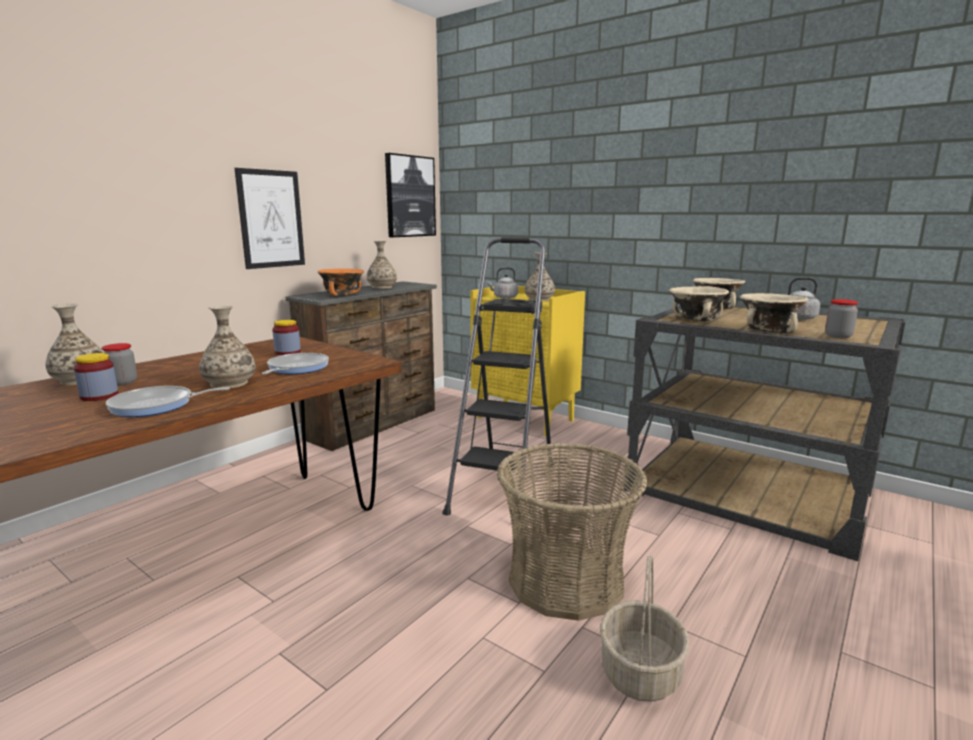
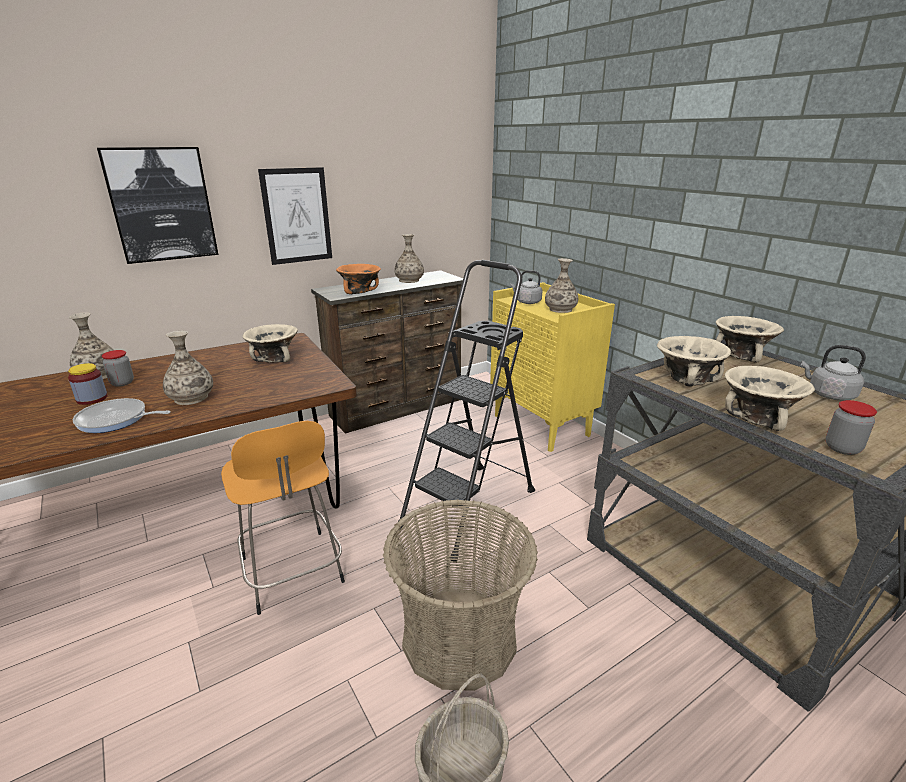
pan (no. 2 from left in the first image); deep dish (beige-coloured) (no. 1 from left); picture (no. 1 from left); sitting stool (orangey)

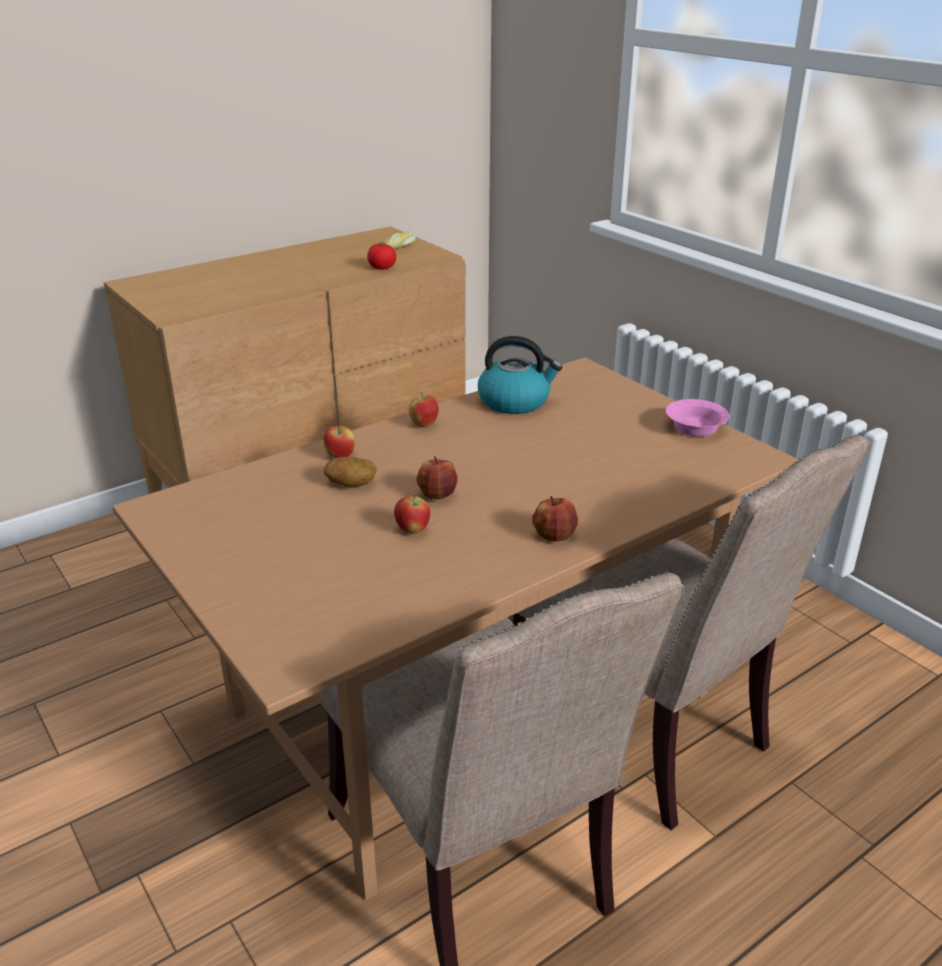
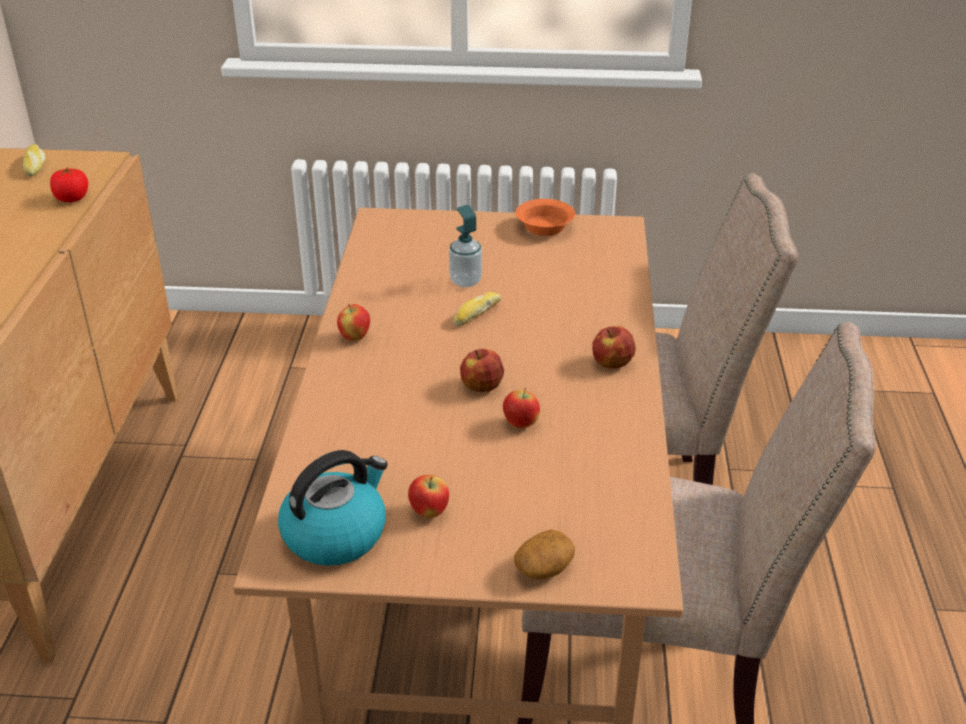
whole apple (no. 2 from left); potato; water kettle; deep dish (orangey); liquid soap bottle; bakery bread (no. 2 from left)

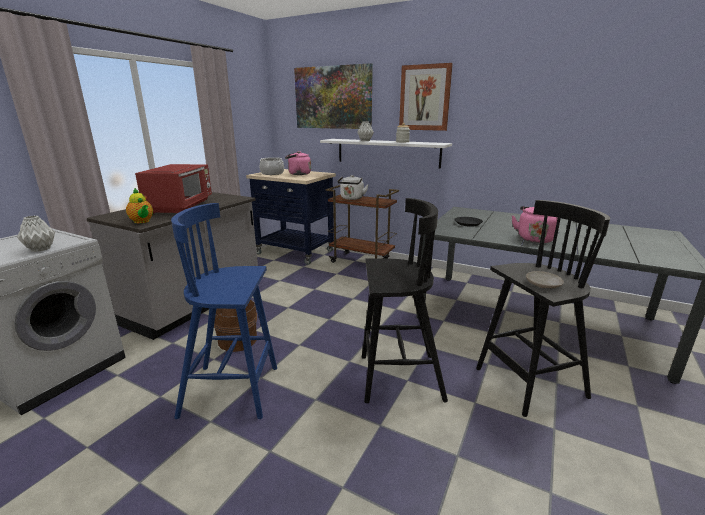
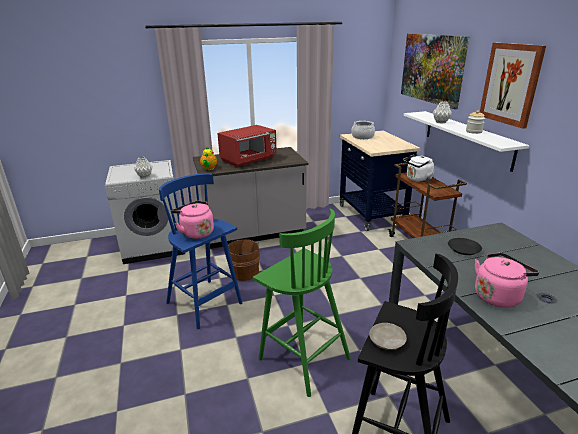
water kettle (pinkish) (no. 1 from left); sitting stool (greenish)

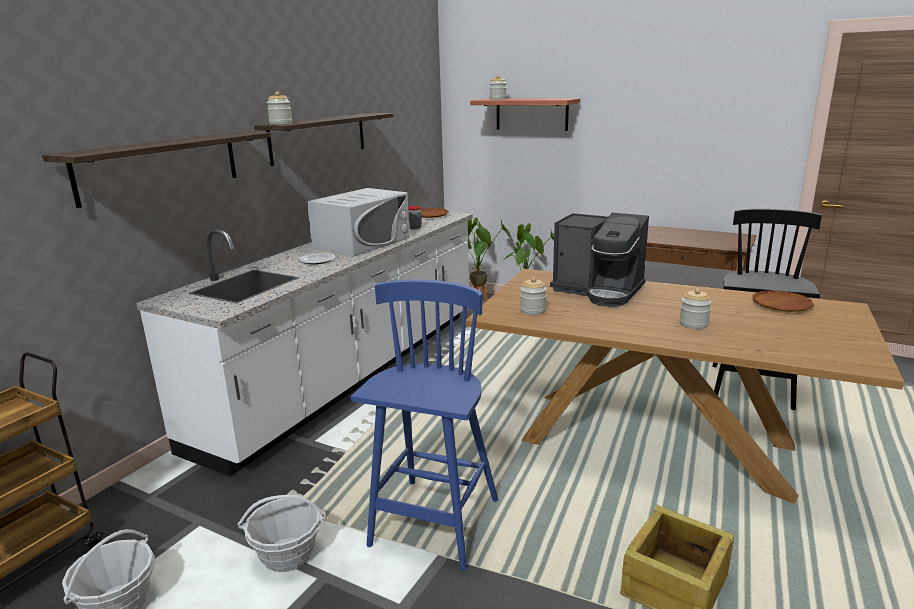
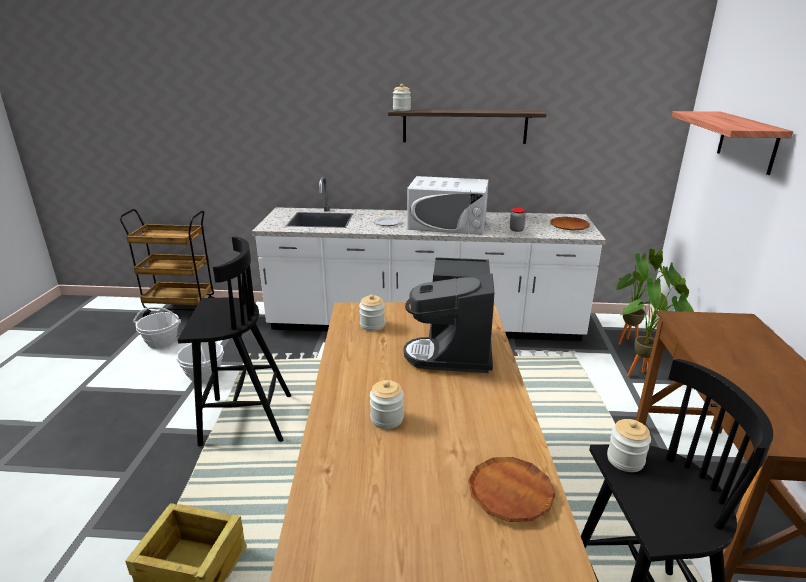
bracket shelf (no. 1 from left in the first image); sitting stool (black) (no. 1 from left); storage jar (no. 5 from left)

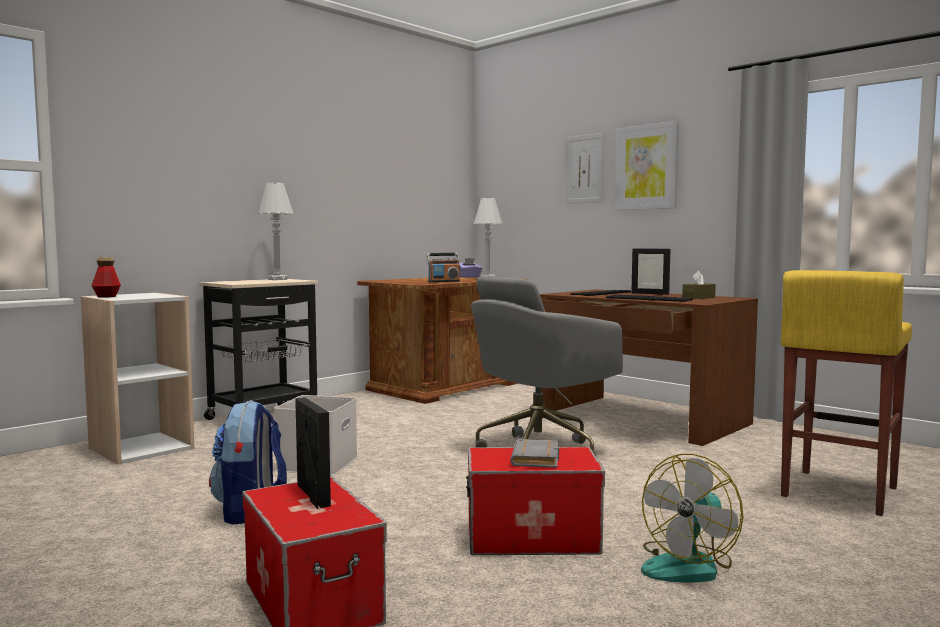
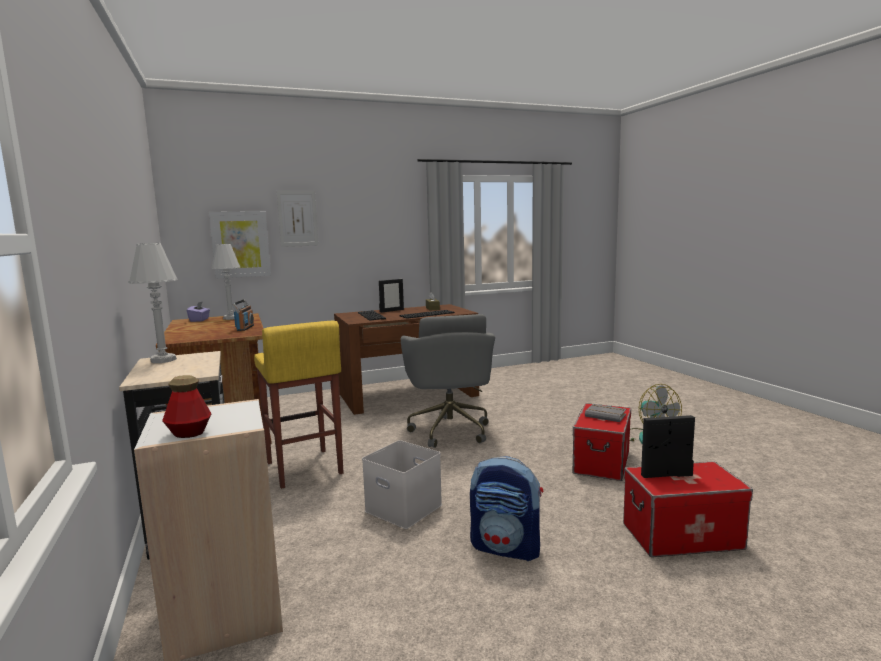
picture (no. 1 from left); sitting stool (yellow)

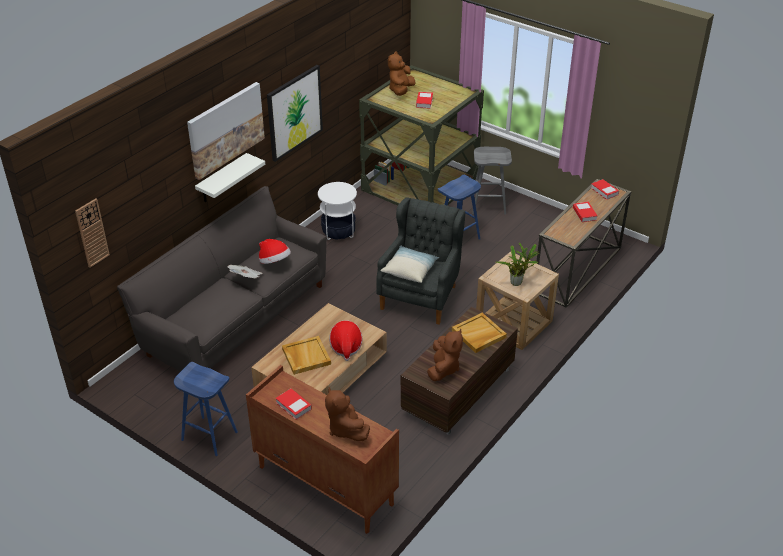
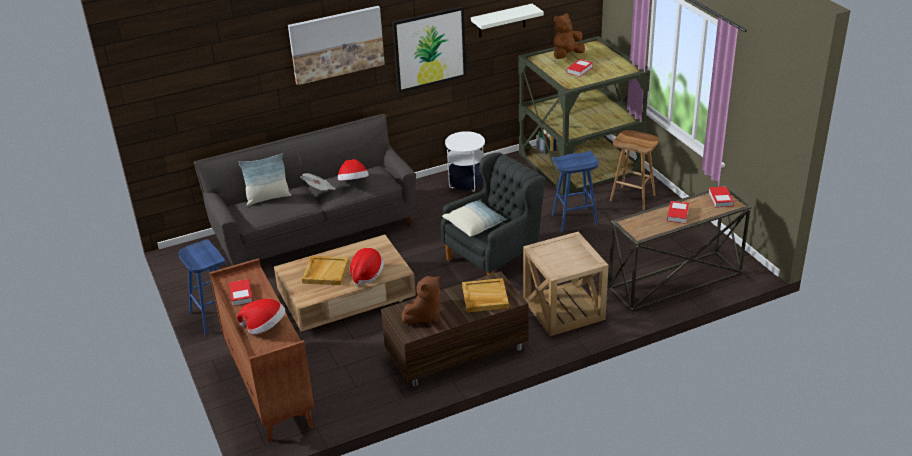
clock on the wall; bracket shelf (white); clothing hat (no. 1 from left); sitting stool (brownish); houseplant; pillow (no. 1 from left)

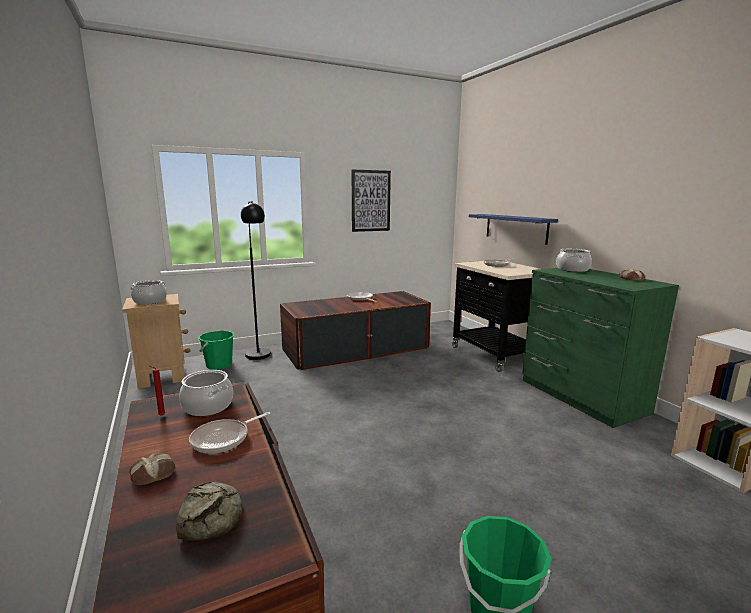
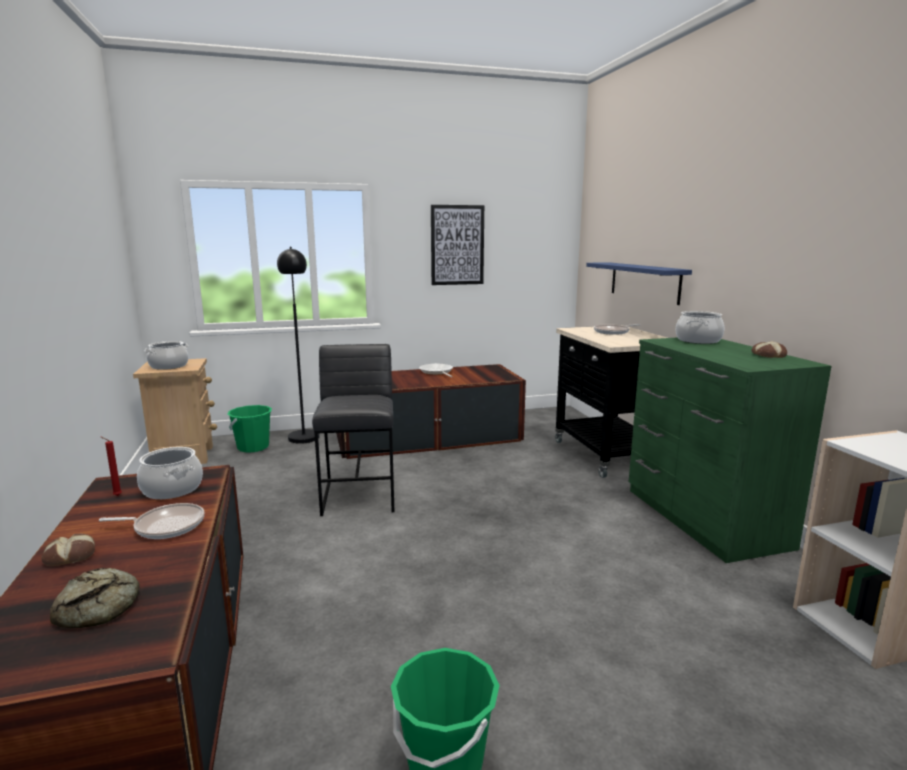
pan (no. 1 from left); sitting stool (gray)

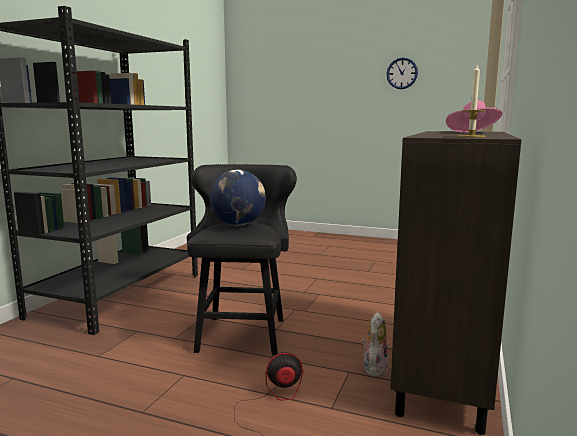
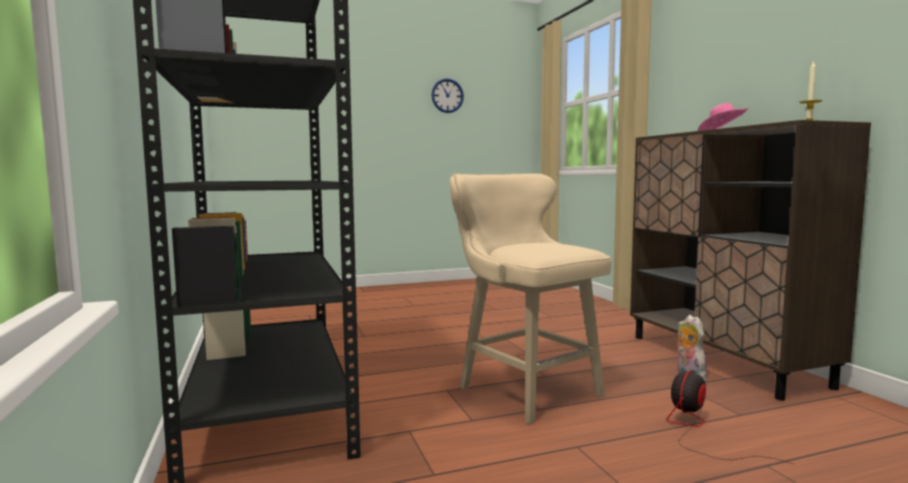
sitting stool (beige-coloured); desk globe

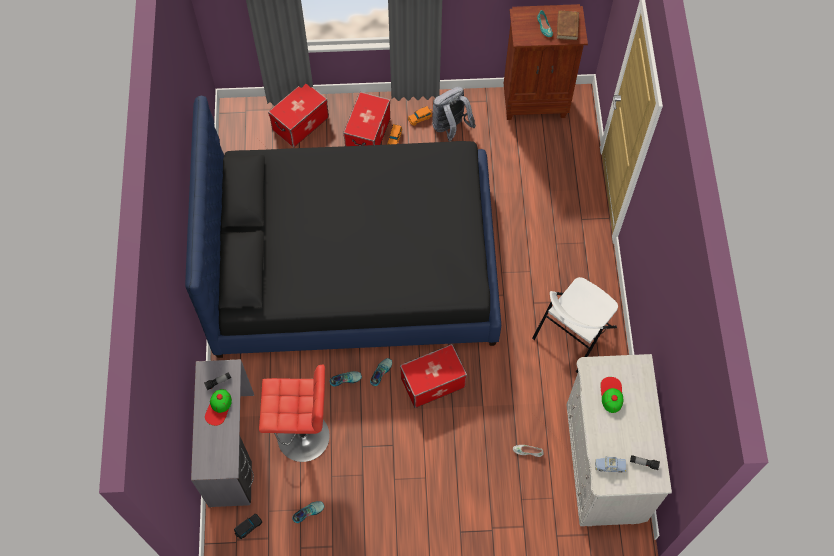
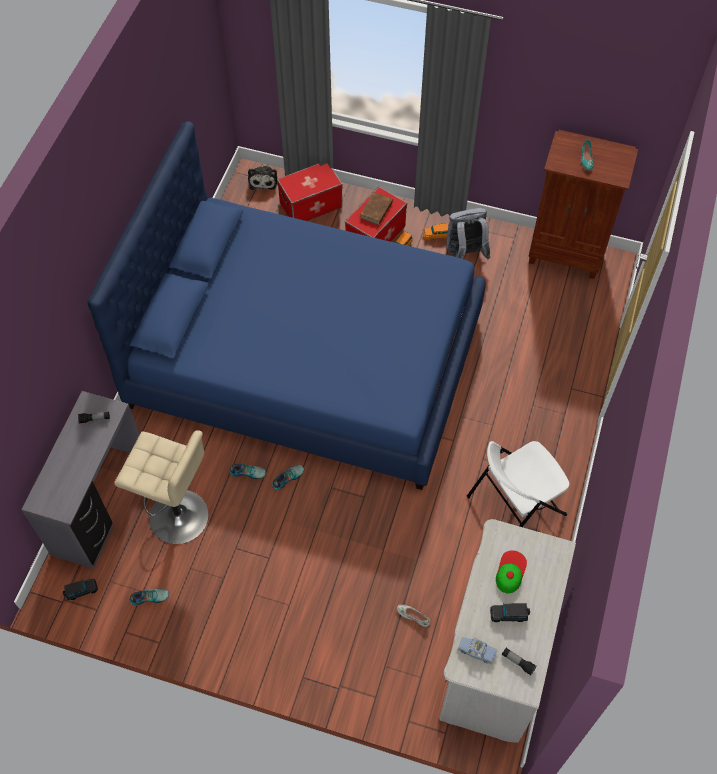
bed (blue-coloured); baseball cap (no. 1 from left in the first image); sitting stool (beige-coloured); storage container (no. 3 from left in the first image); bound book (brownish); cuddly toy; model car (black) (no. 2 from left)

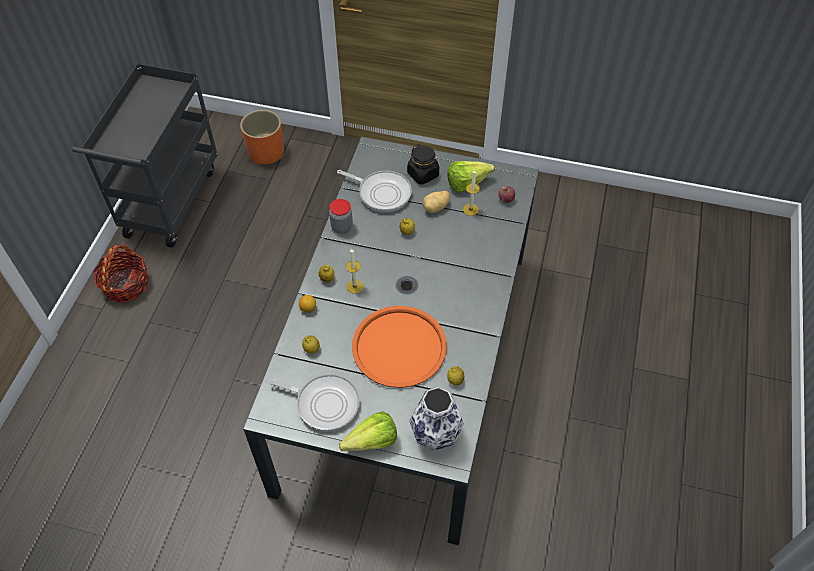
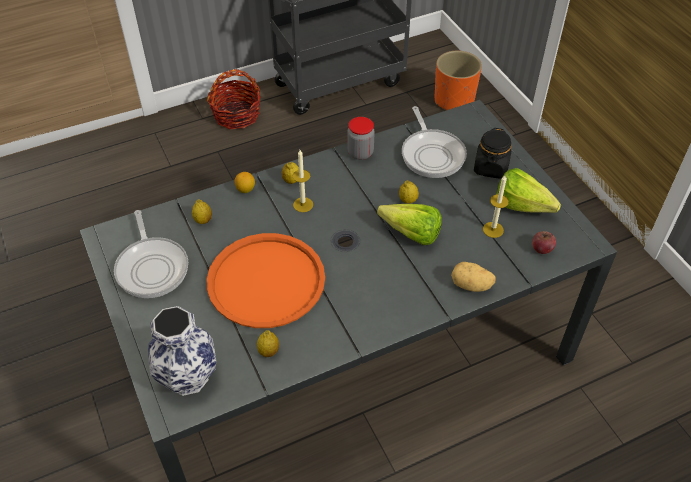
lettuce (no. 1 from left); potato

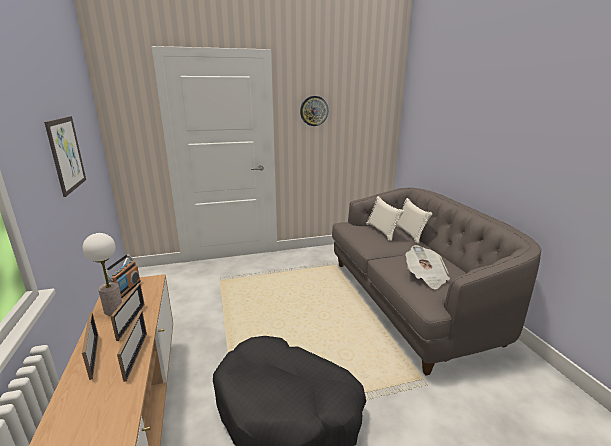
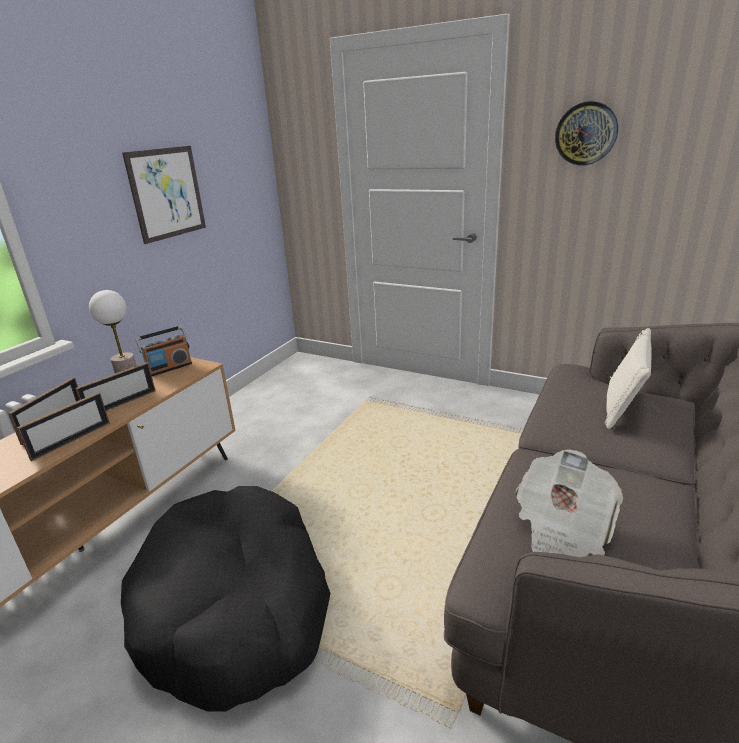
pillow (white) (no. 2 from left in the first image)

